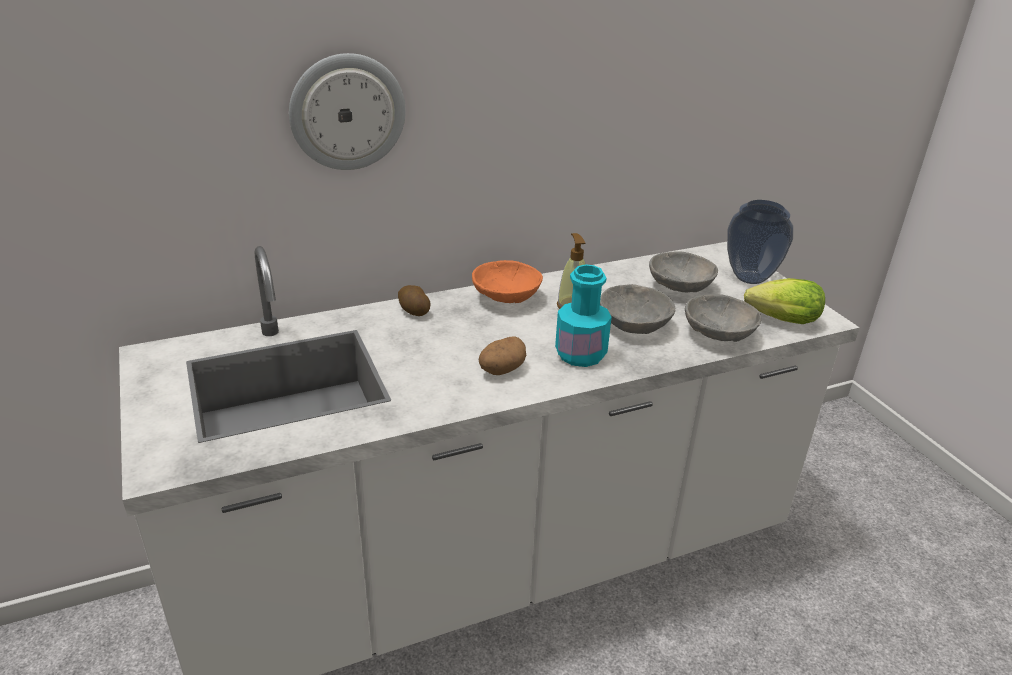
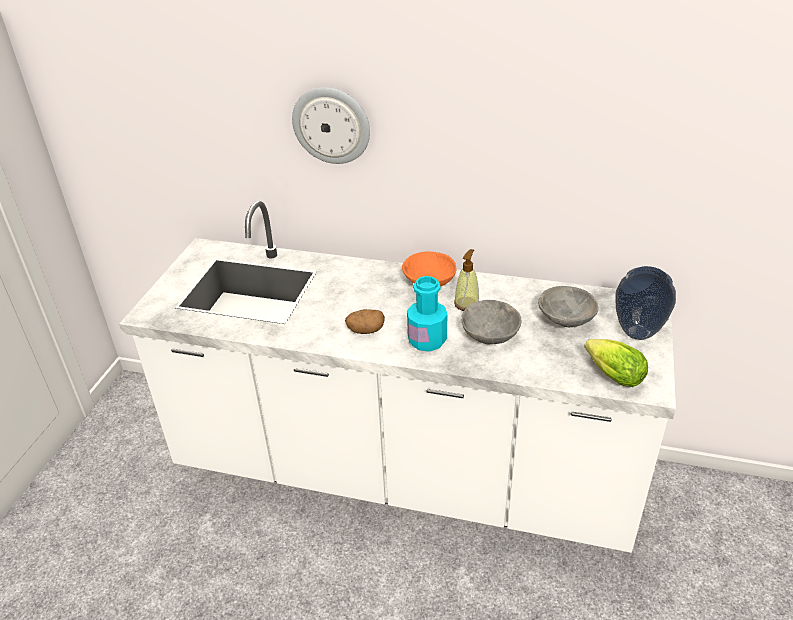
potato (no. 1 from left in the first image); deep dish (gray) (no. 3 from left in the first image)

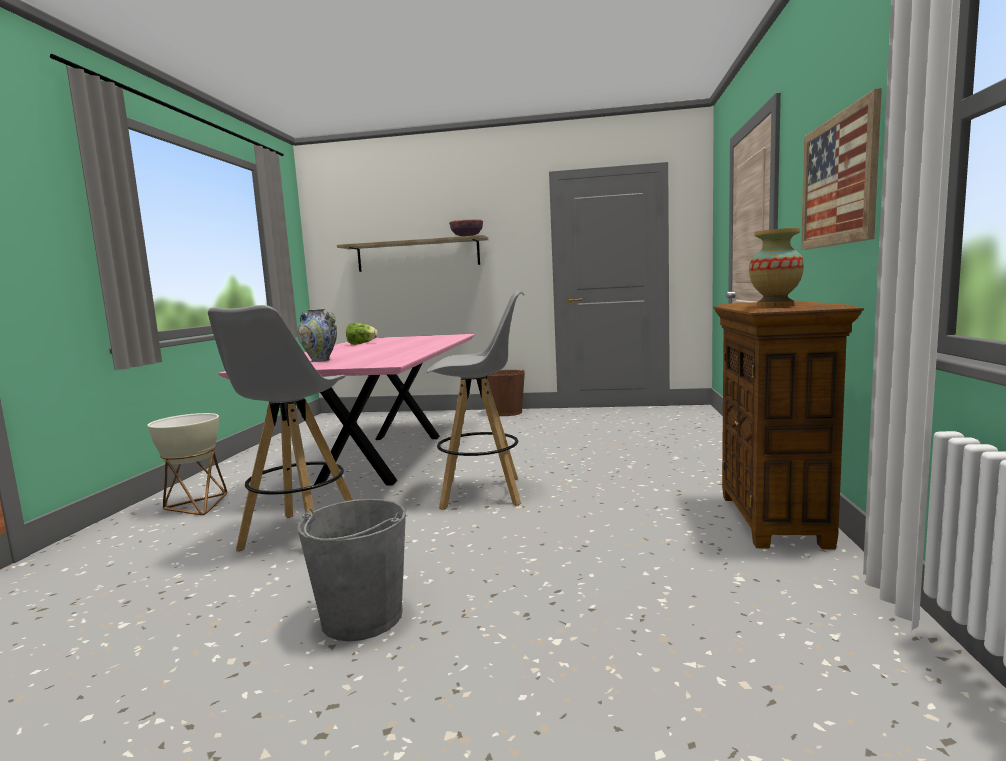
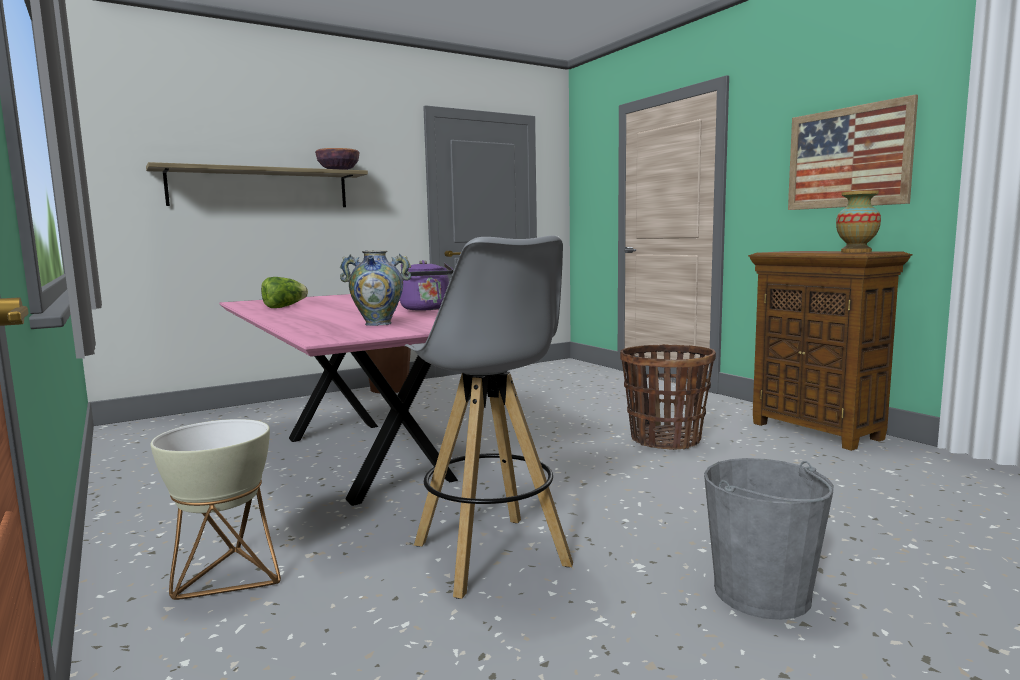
sitting stool (gray) (no. 2 from left in the first image); water kettle (purple); storage basket

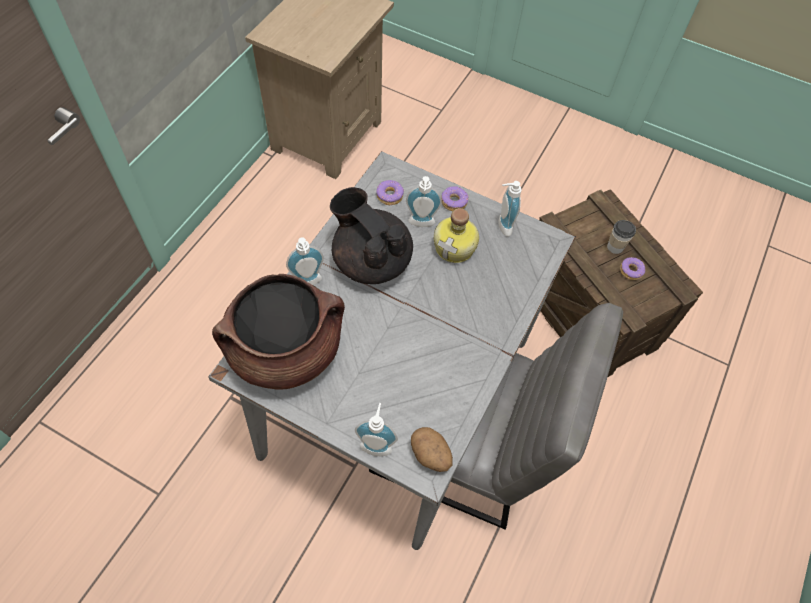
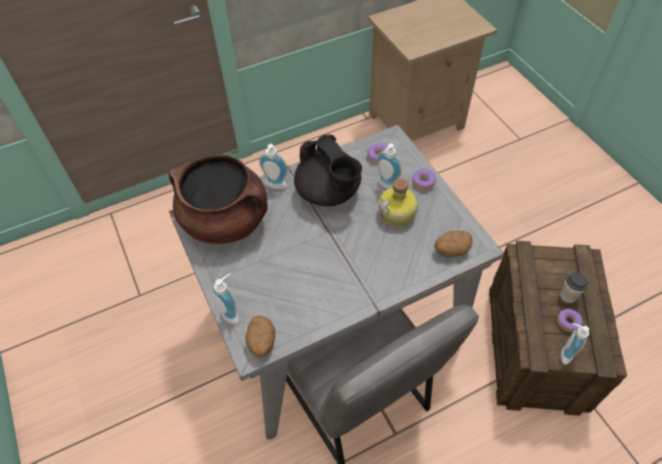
teapot (black); liquid soap bottle (no. 4 from left); potato (no. 2 from left)

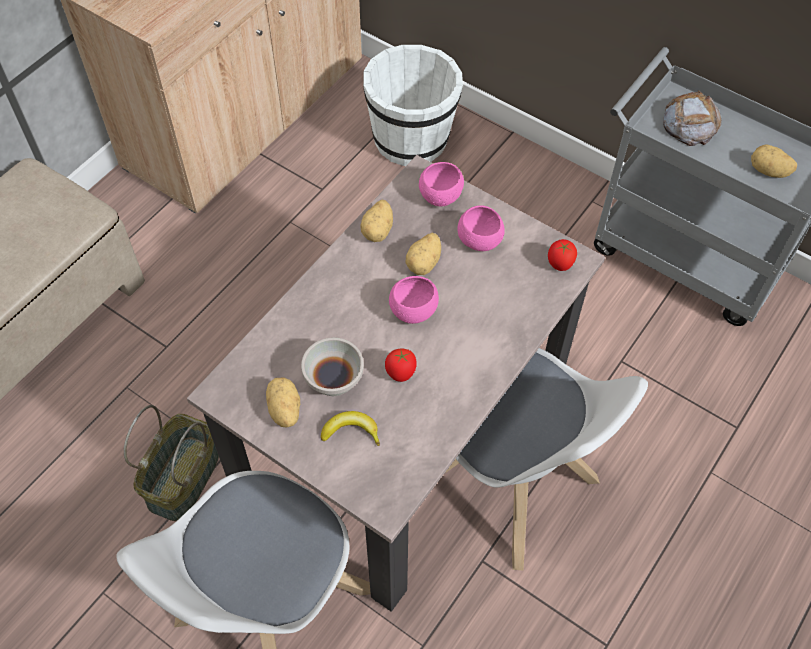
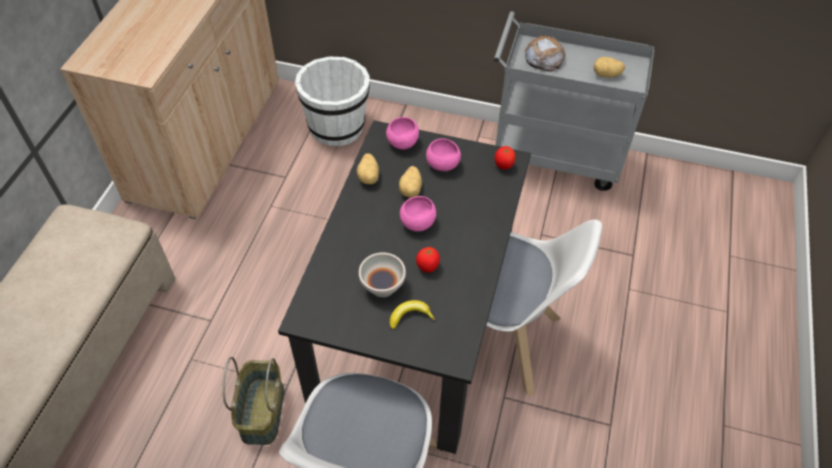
kitchen table (black); potato (no. 1 from left in the first image)

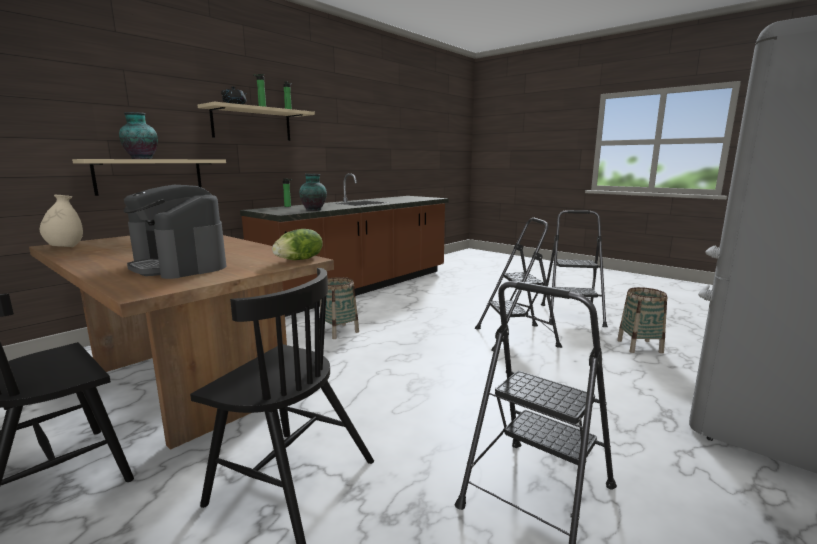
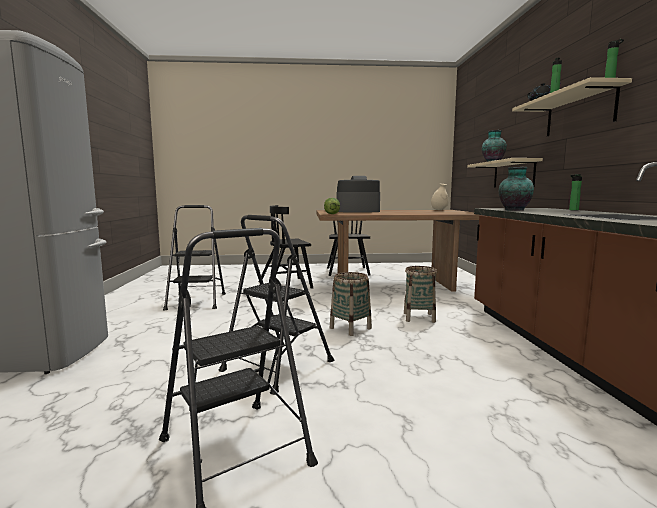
storage basket (no. 1 from left)

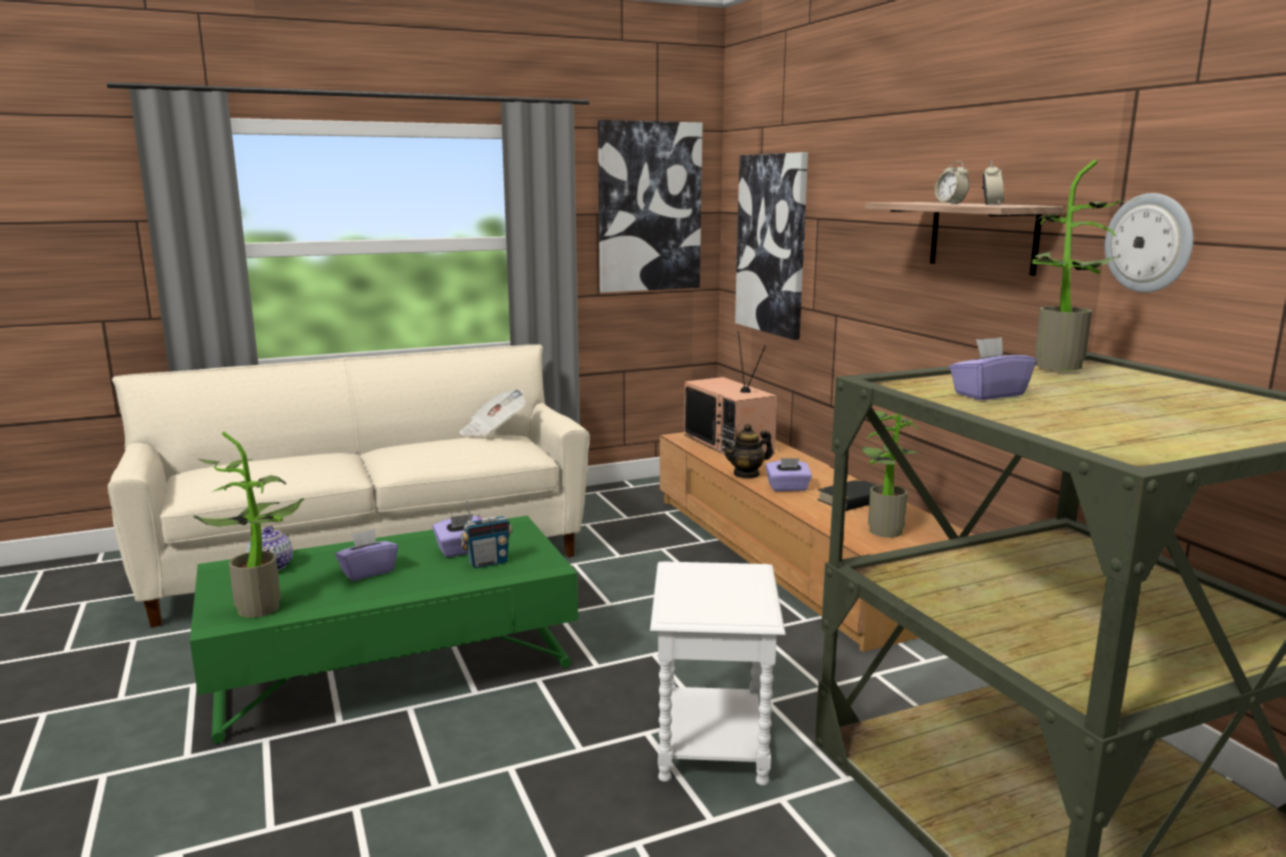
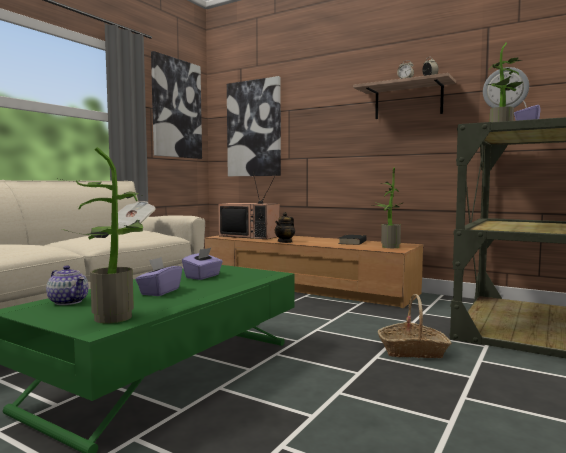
radio receiver; storage basket; tissue box (purple) (no. 3 from left in the first image)

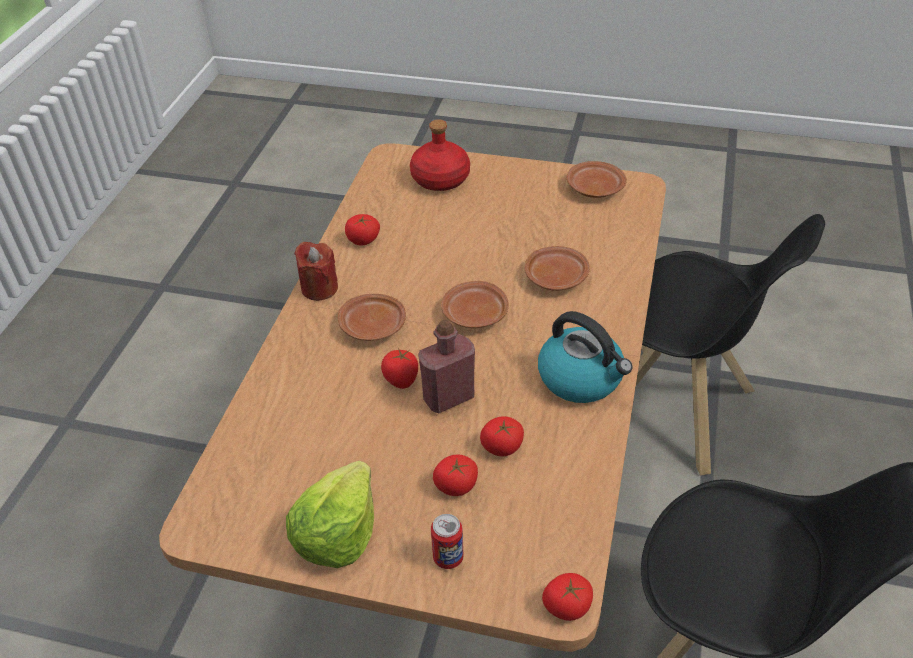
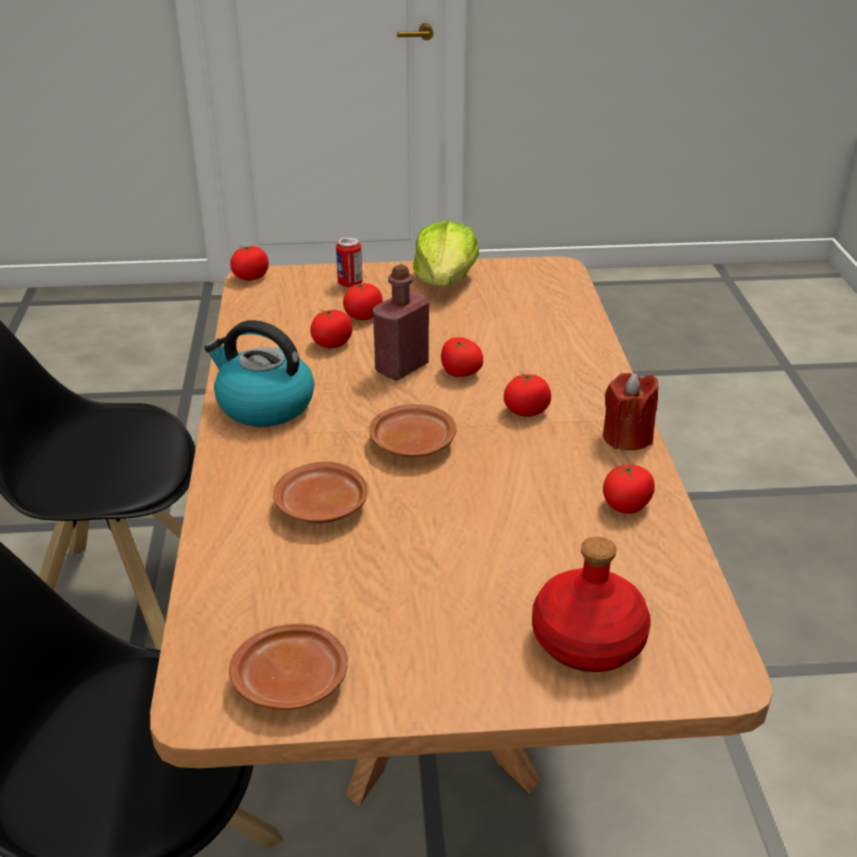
tomato (no. 5 from left)

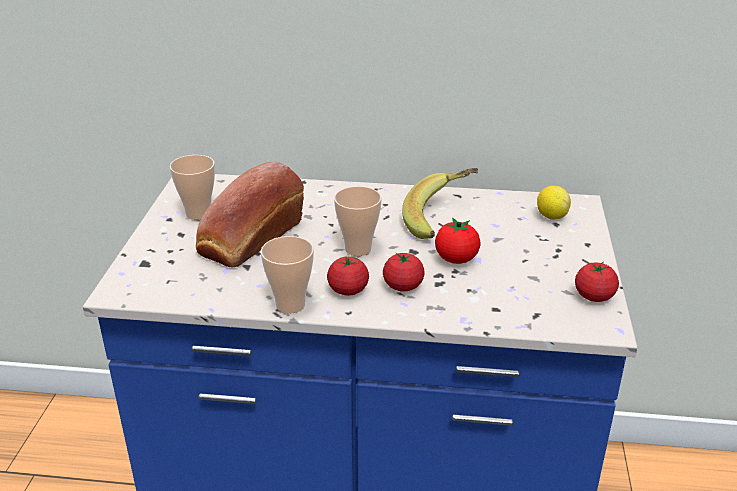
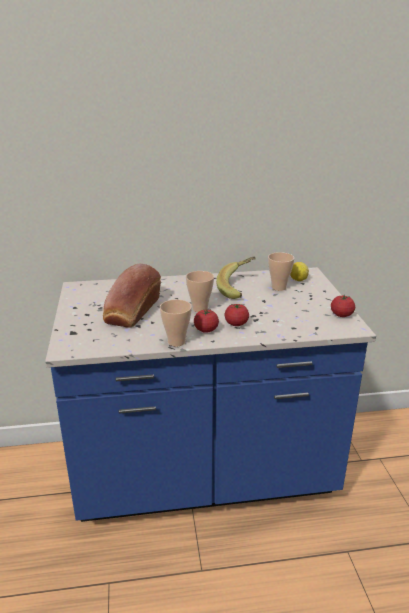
cup (no. 3 from left); tomato (no. 3 from left in the first image)

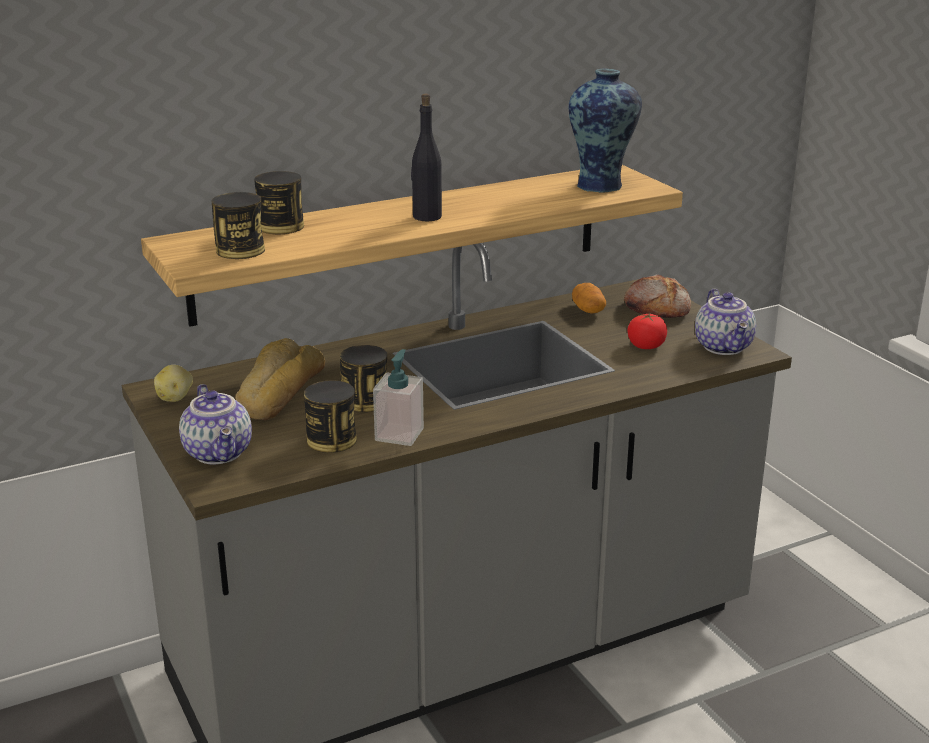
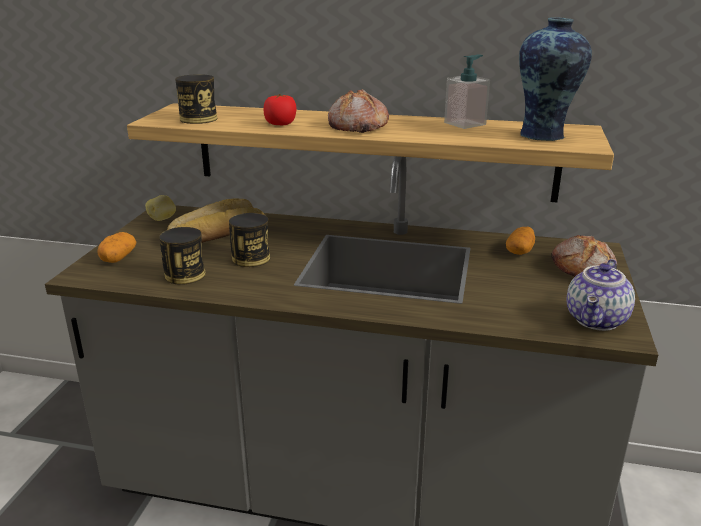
potato (no. 1 from left); metal can (no. 2 from left in the first image); liquid soap bottle; bakery bread (no. 2 from left); tomato

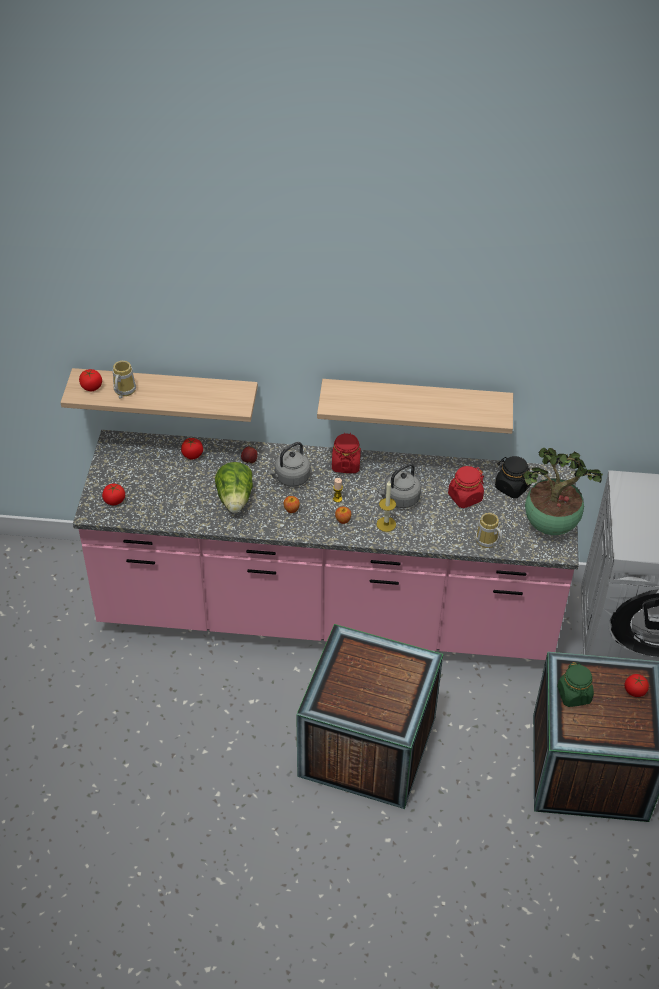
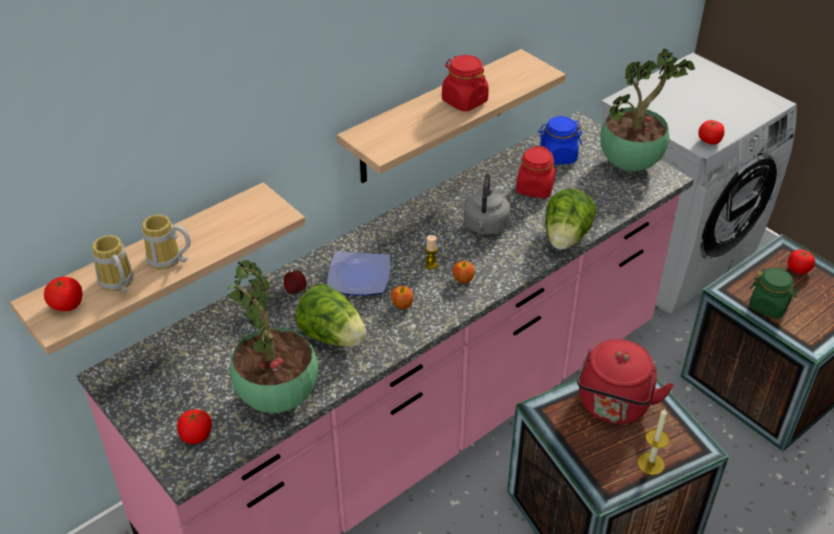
tomato (no. 3 from left); dinner plate; storage jar (red-coloured) (no. 1 from left); wax light (no. 2 from left); coffee mug (no. 2 from left); storage jar (blue-coloured); houseplant (no. 1 from left); lettuce (no. 2 from left); water kettle (red-coloured)

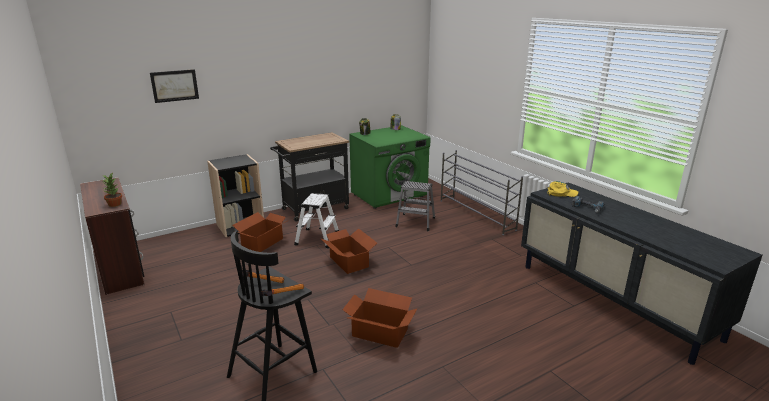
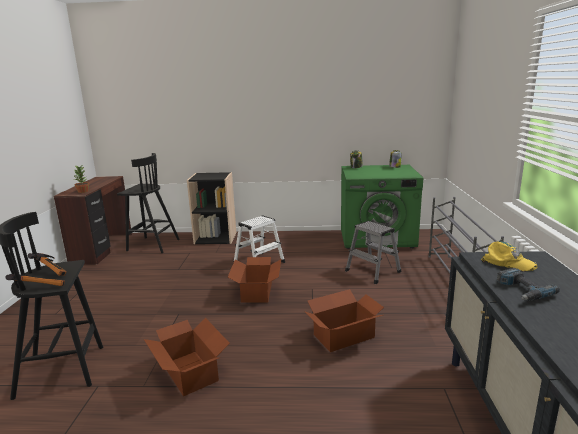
picture; carton (no. 3 from left); cart (black); sitting stool (black) (no. 2 from left)

